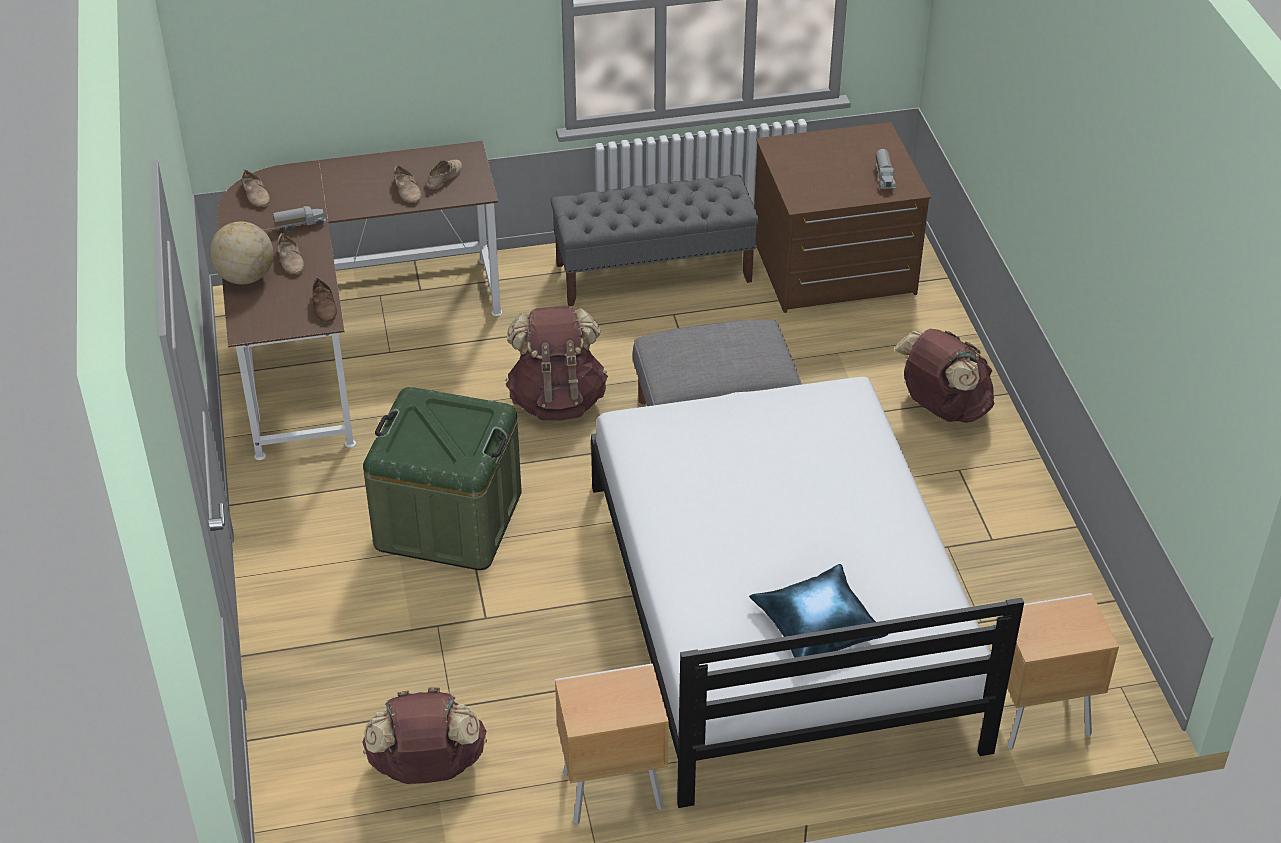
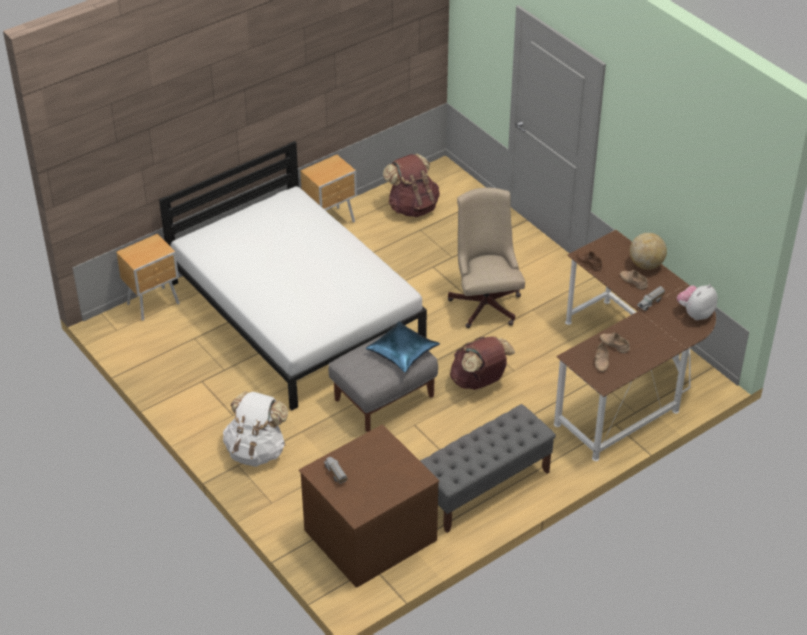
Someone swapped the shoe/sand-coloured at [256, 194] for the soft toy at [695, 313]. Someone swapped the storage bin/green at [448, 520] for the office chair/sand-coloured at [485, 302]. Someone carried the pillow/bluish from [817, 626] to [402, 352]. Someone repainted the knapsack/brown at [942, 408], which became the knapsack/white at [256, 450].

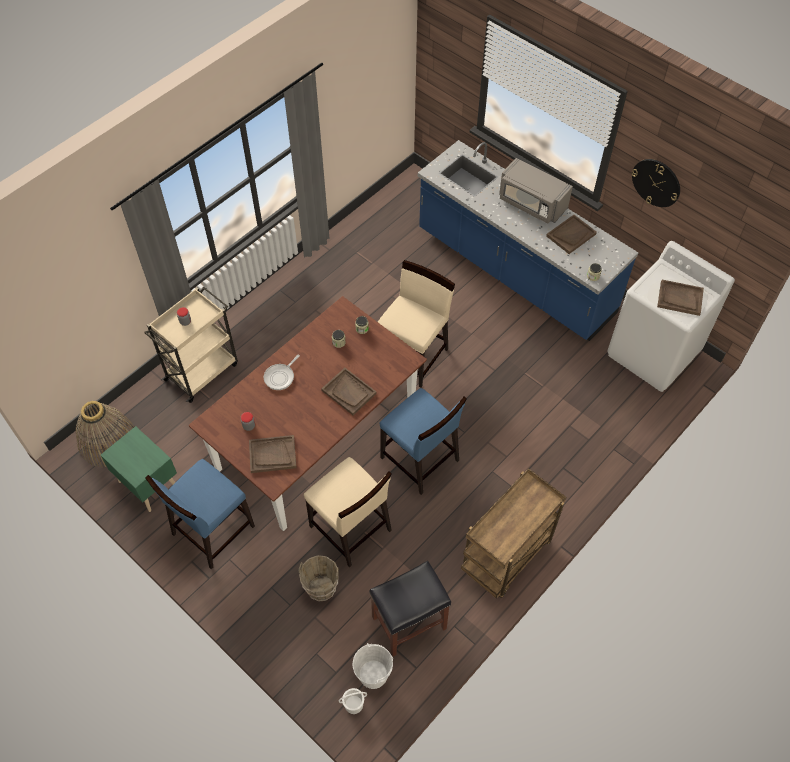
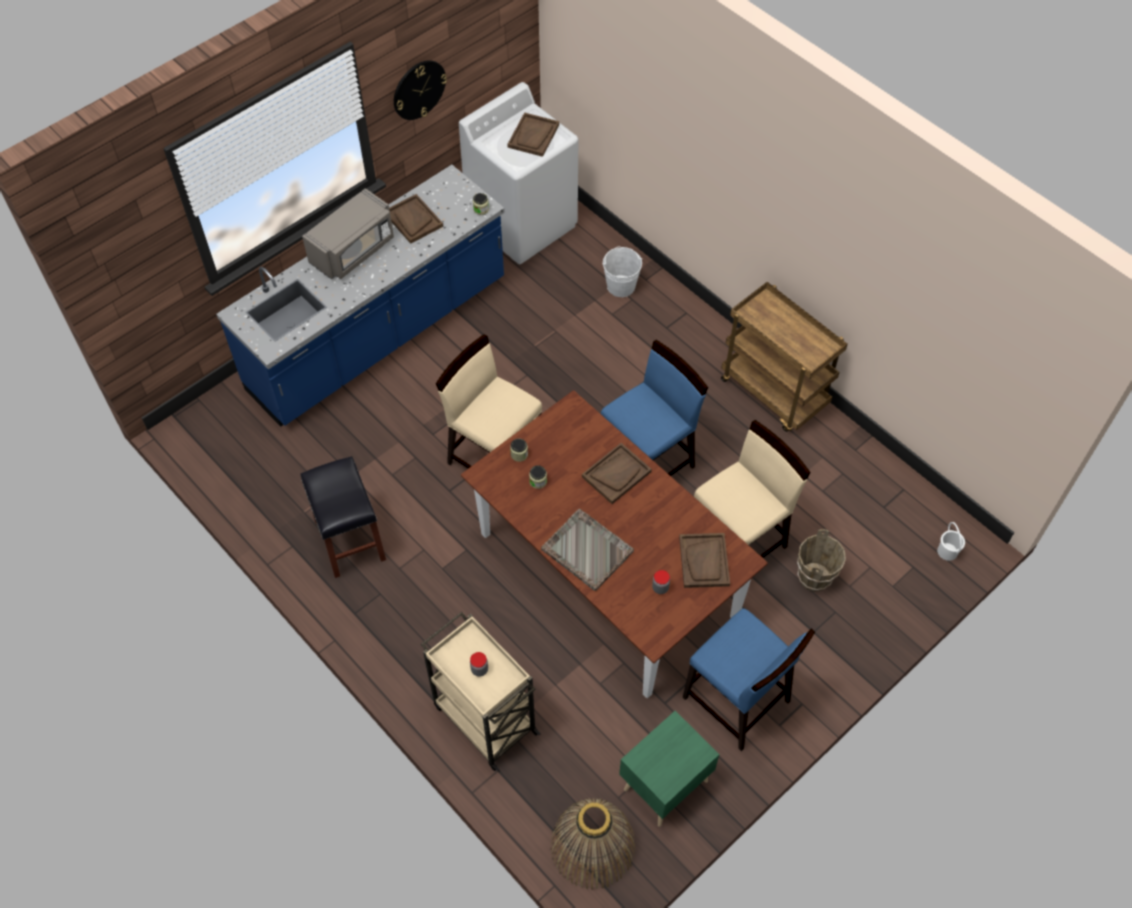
Someone swapped the pan at [280, 377] for the serving tray/greyish at [586, 550]. Someone carried the water bucket/white from [373, 674] to [621, 286]. Someone carried the stool/black from [409, 621] to [349, 540].

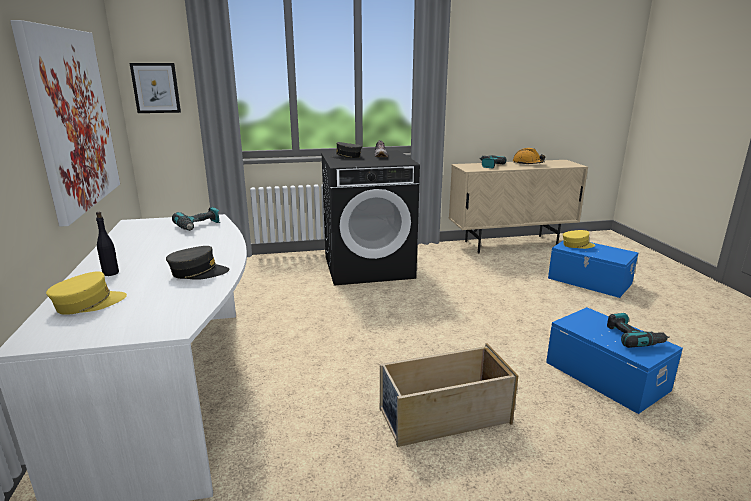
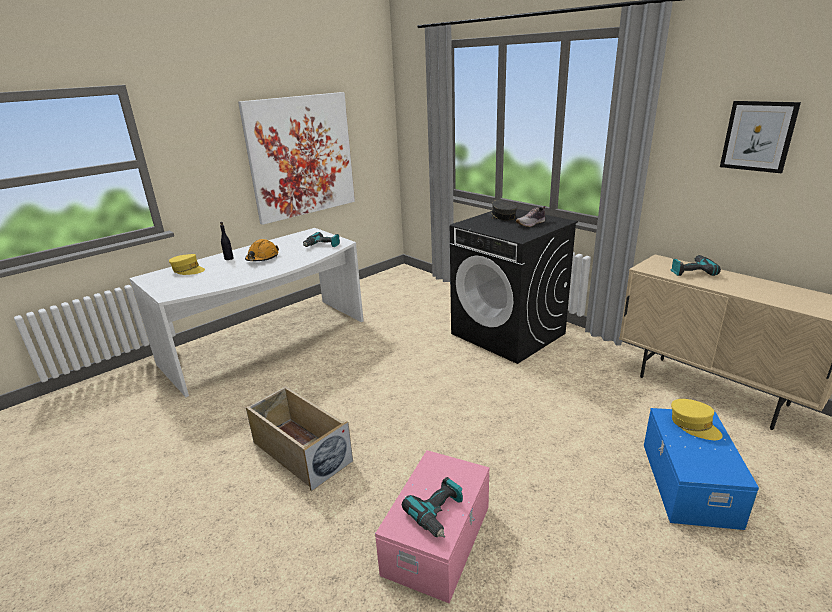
Someone carried the wall picture from [156, 88] to [758, 136]. Someone took away the peaked cap/greyish at [198, 272]. Someone carried the hard hat/orange from [528, 164] to [262, 258]. Someone repainted the storage bin/bluish at [606, 375], which became the storage bin/pink-coloured at [439, 539].

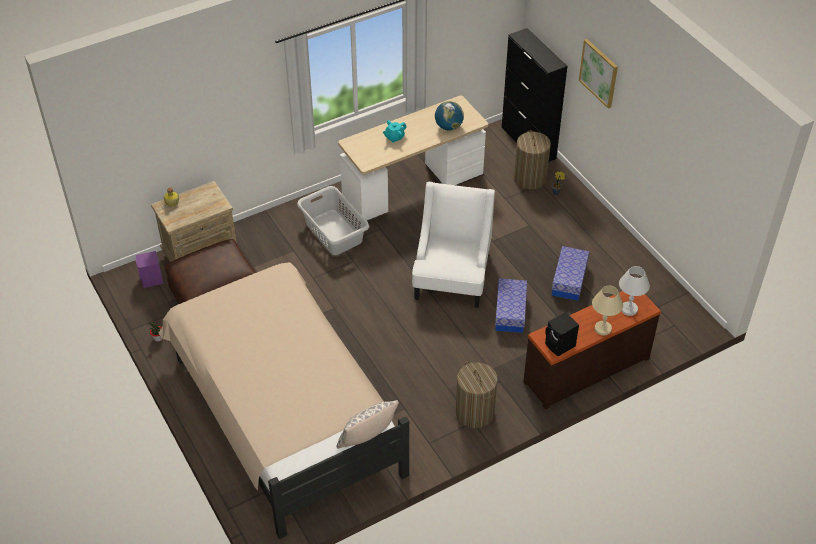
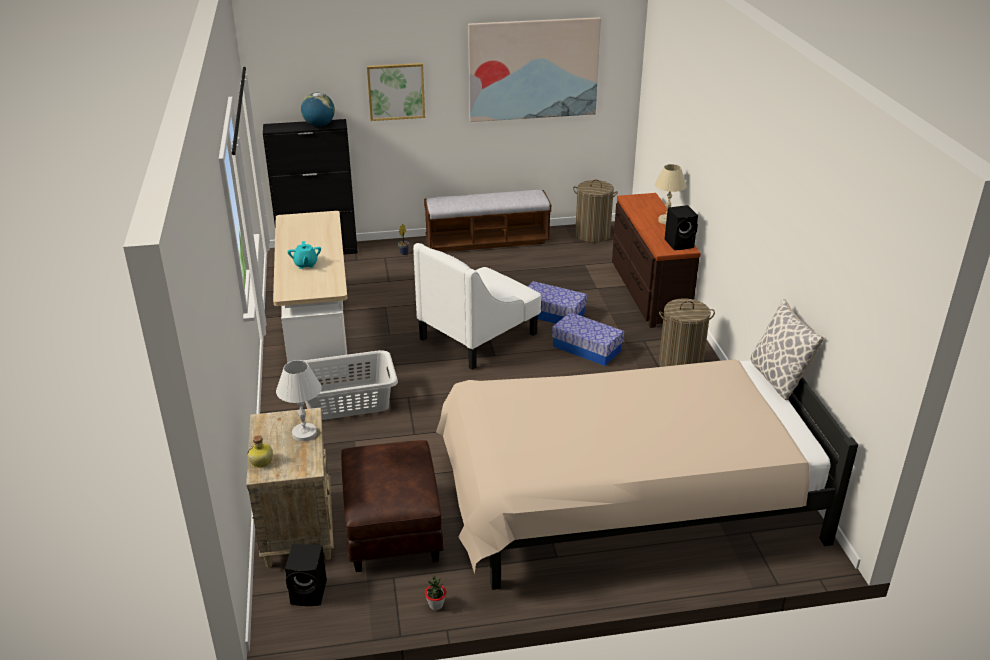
Someone repainted the audio speaker/purple at [151, 280], which became the audio speaker/black at [310, 592]. Someone rotated the armchair/white at [452, 276] by 75 degrees counterclockwise. Someone carried the globe from [448, 127] to [319, 125]. Someone carried the laundry basket from [530, 178] to [592, 234]. Someone carried the storage bin from [569, 280] to [587, 348]. Someone carried the lamp for a table/white from [629, 309] to [305, 433]. Someone put down the long seat at [487, 241]. Someone put up the wall picture at [533, 69].

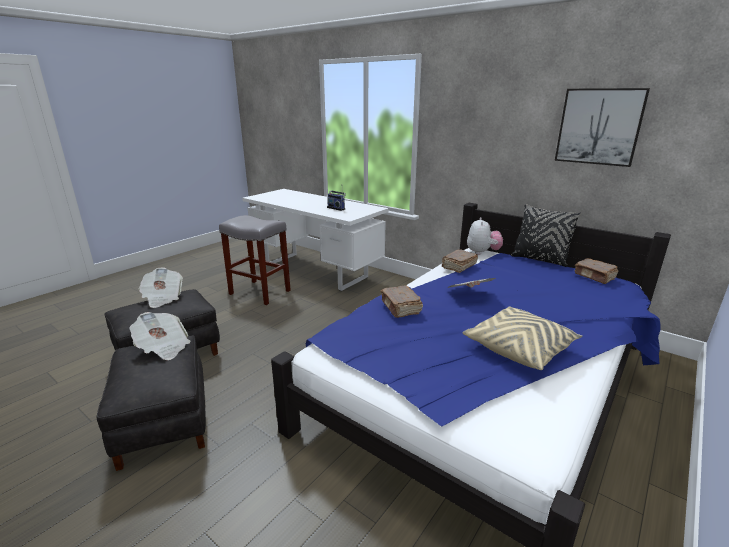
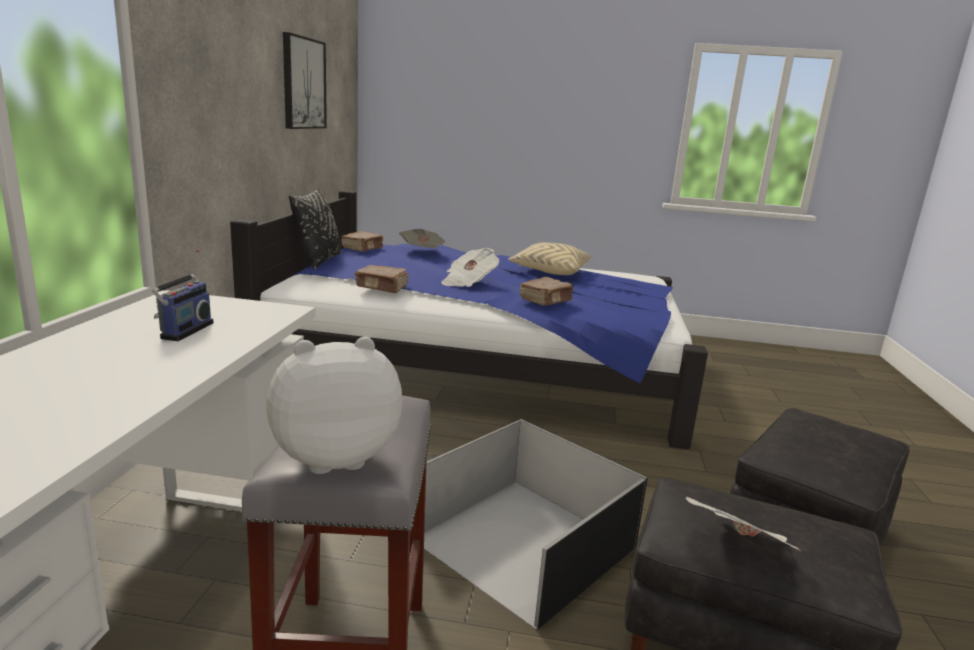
Someone carried the daily paper from [163, 347] to [422, 251]. Someone carried the soft toy from [482, 253] to [334, 457]. Someone put down the storage bin/black at [521, 541].

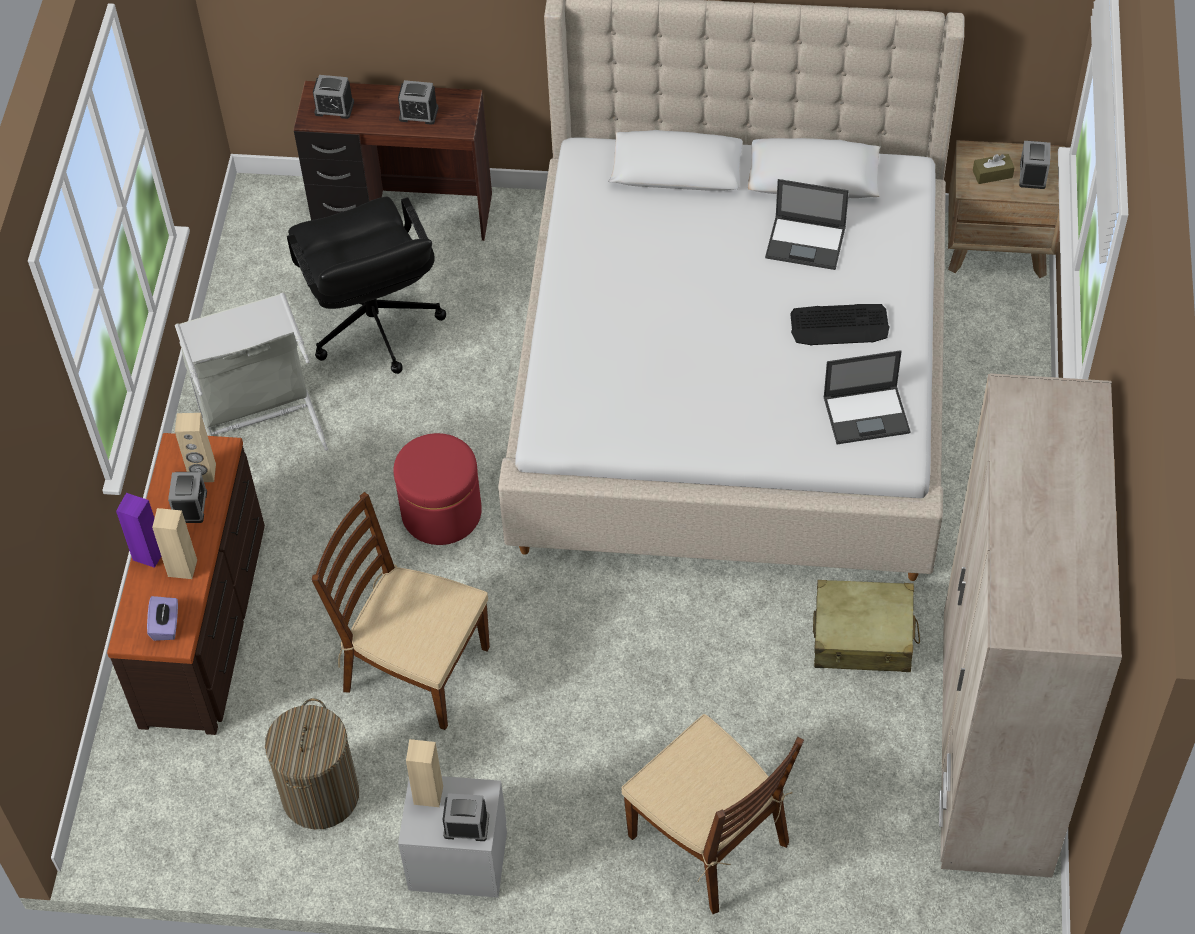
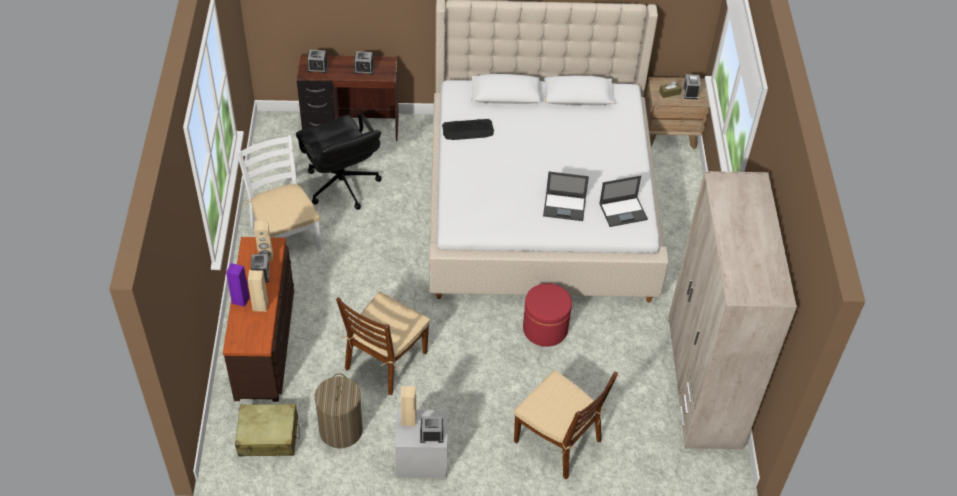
Someone took away the tissue box/purple at [166, 626]. Someone swapped the laundry basket/greyish at [260, 422] for the plain chair/white at [285, 237]. Someone rotated the plain chair/brown at [415, 668] by 75 degrees counterclockwise. Someone carried the ottoman/red-coloured from [441, 512] to [545, 329]. Someone carried the laptop from [806, 243] to [565, 207]. Someone carried the computer keyboard from [839, 325] to [468, 130]. Someone carried the suitcase/sand-coloured from [863, 636] to [268, 436].

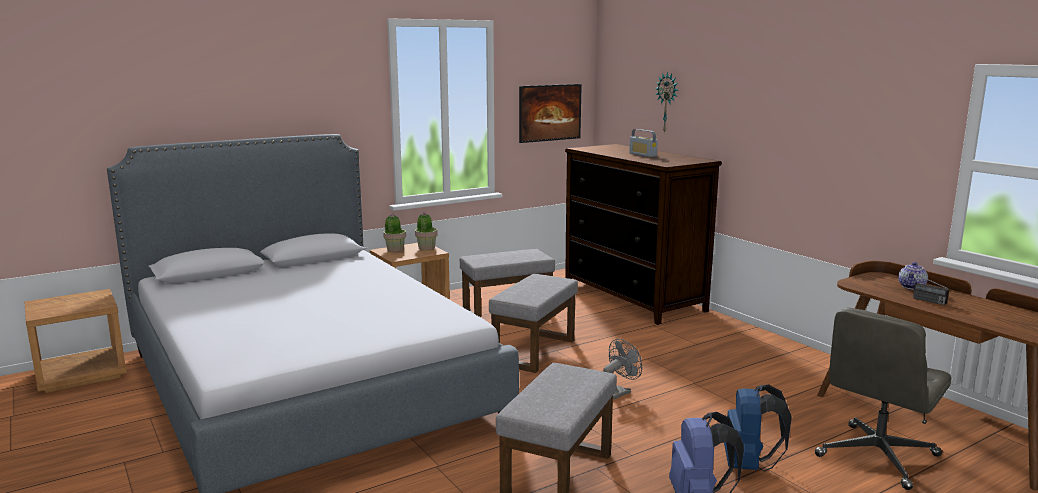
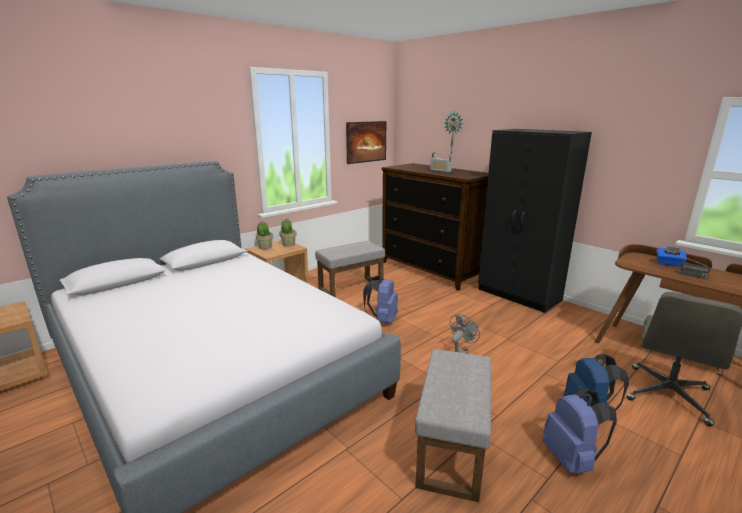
Someone swapped the ottoman/greyish at [534, 351] for the knapsack/bluish at [382, 320]. Someone swapped the teapot at [912, 287] for the tissue box/bluish at [669, 264]. Someone put down the wardrobe/black at [519, 295].

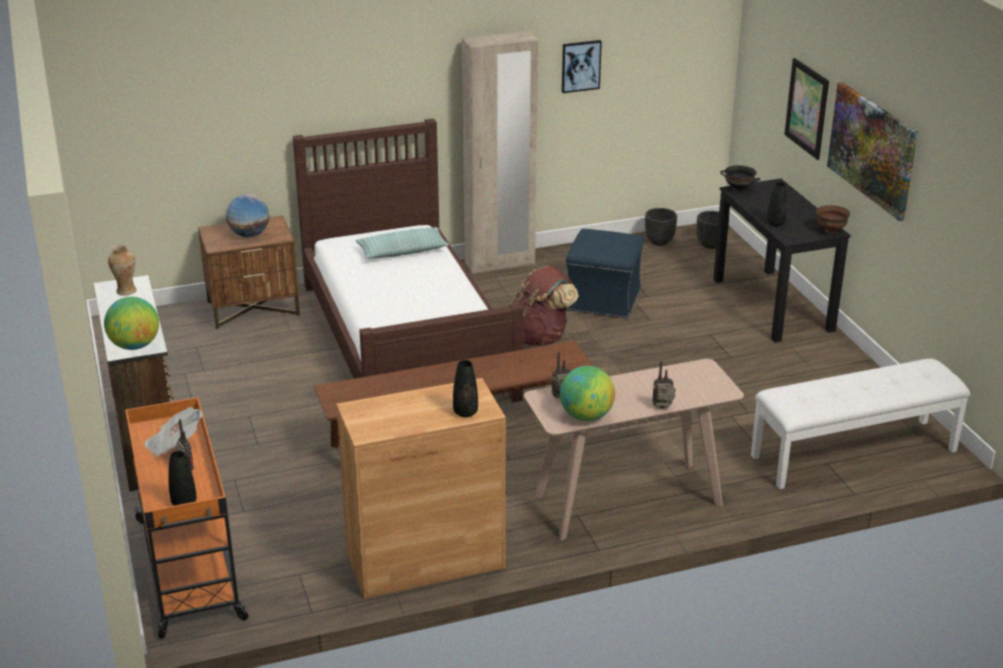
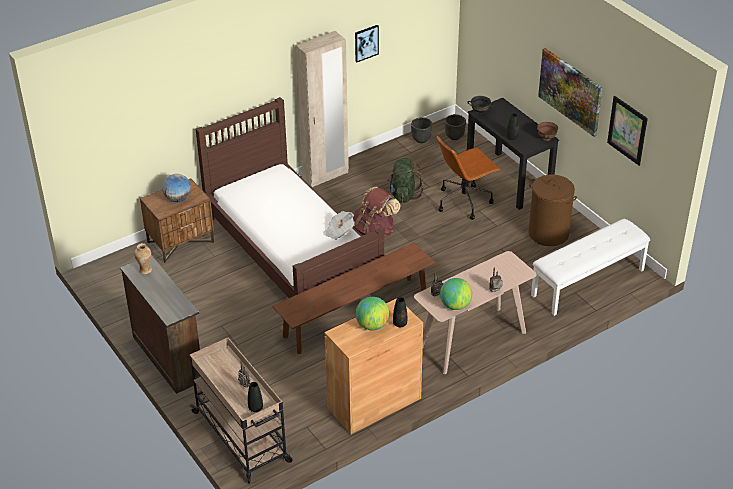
Someone carried the globe from [135, 346] to [372, 325]. Someone repainted the trolley/orange at [190, 570], which became the trolley/sand-coloured at [242, 437]. Someone carried the daily paper from [174, 445] to [339, 232]. Someone took away the pillow at [402, 251]. Someone swapped the ottoman/bluish at [603, 300] for the knapsack/green at [403, 195]. Someone carried the wall picture from [807, 108] to [627, 130]. Someone put down the office chair/brown at [464, 201]. Someone put down the laundry basket/brown at [548, 233].

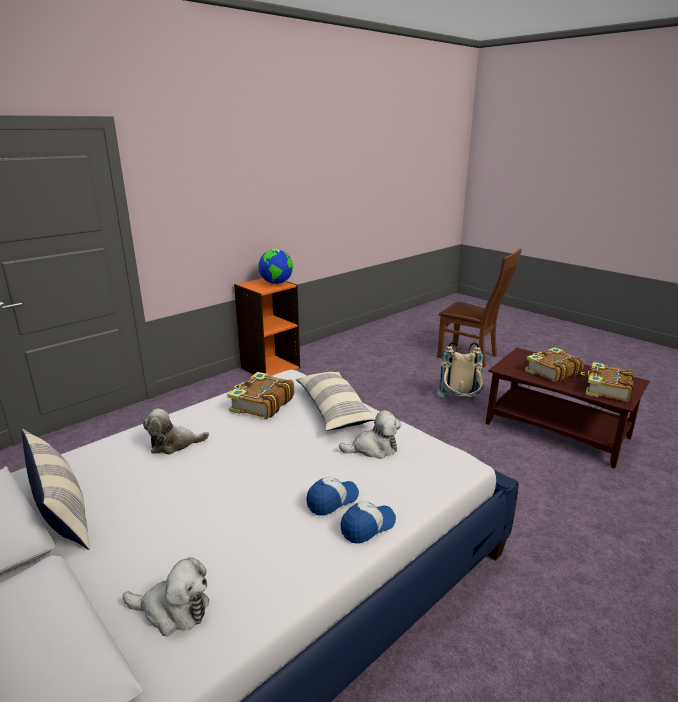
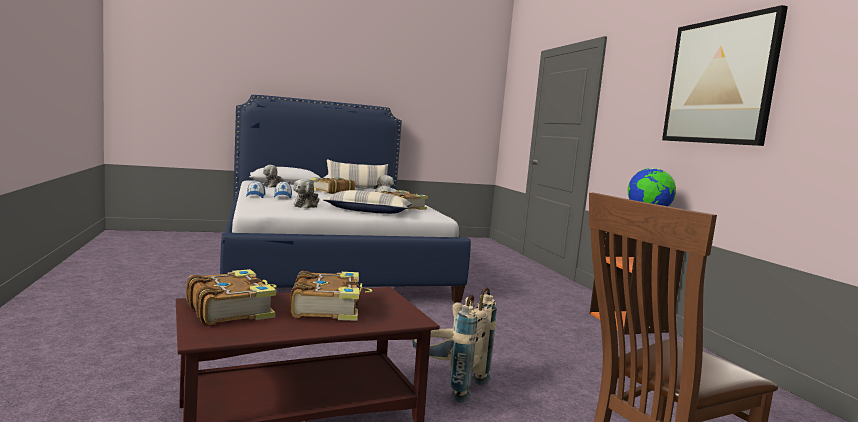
Someone put down the bound book at [332, 191]. Someone put up the wall picture at [719, 81].

